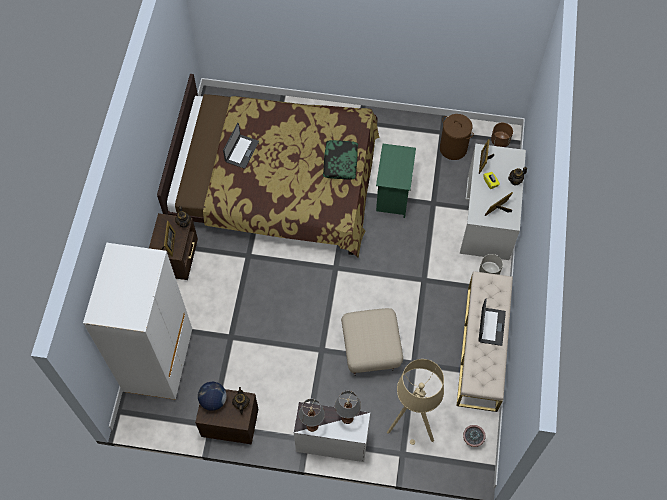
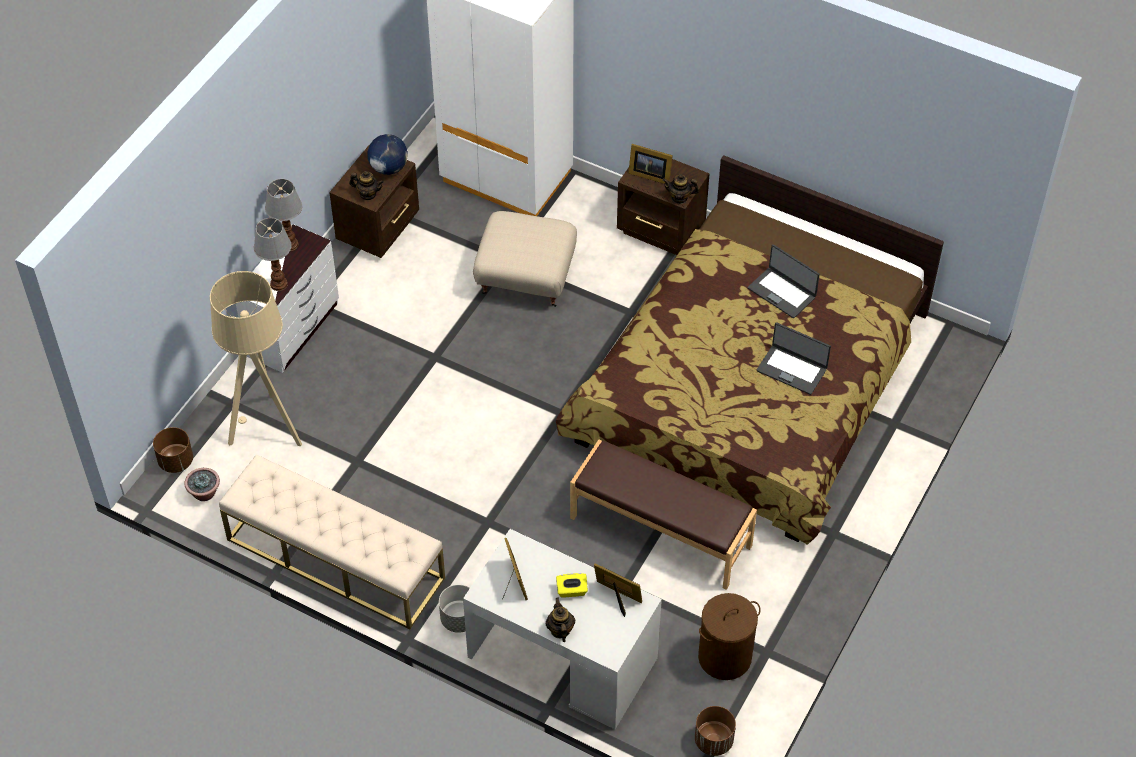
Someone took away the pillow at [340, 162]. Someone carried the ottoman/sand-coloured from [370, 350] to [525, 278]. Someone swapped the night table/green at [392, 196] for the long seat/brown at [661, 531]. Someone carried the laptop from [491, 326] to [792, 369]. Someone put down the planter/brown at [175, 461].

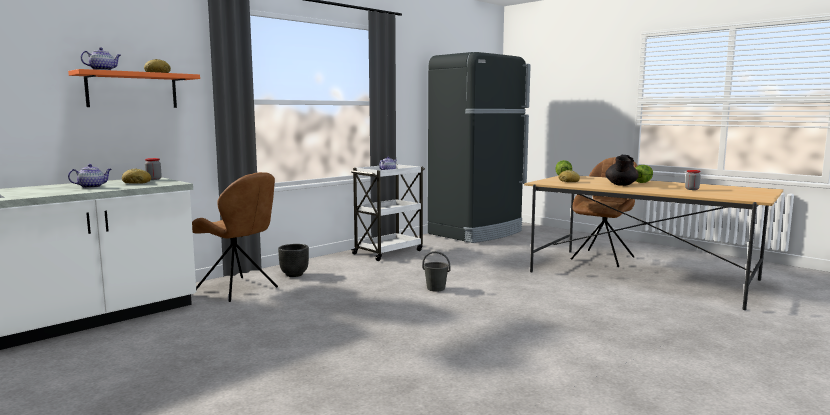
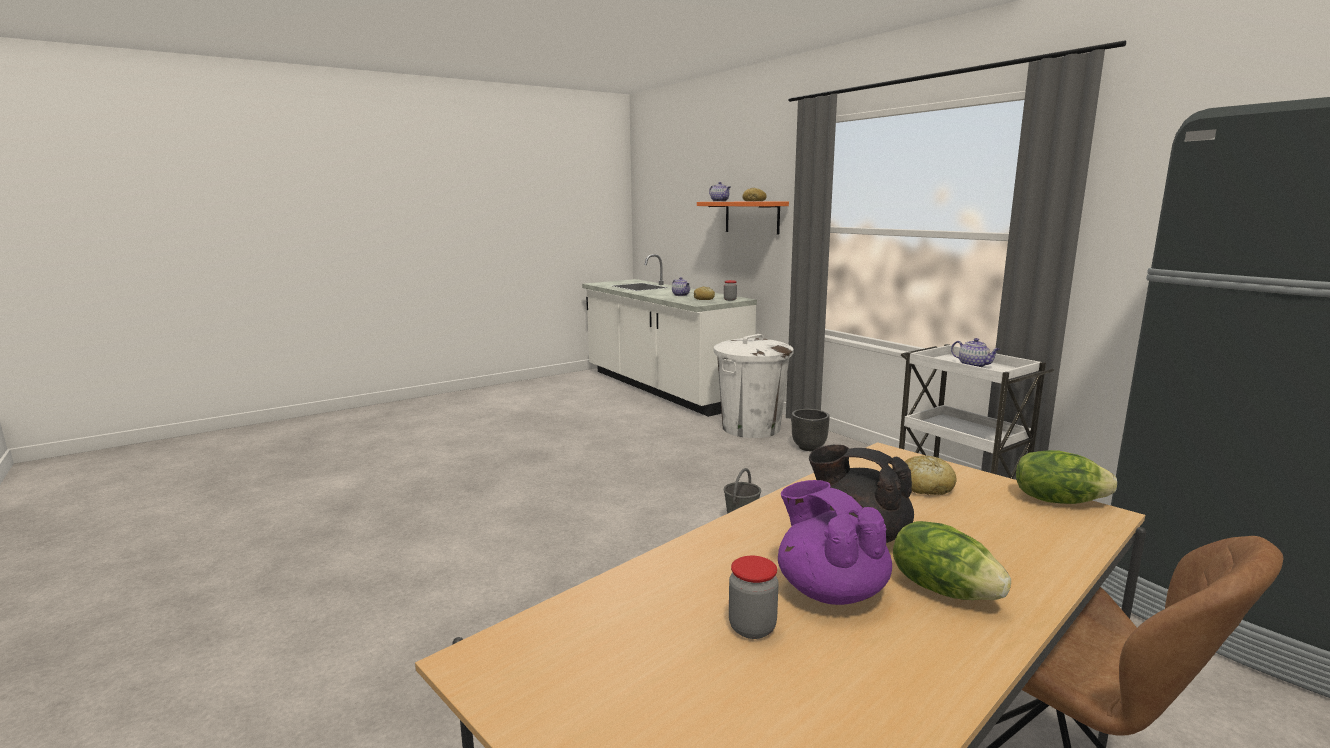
Someone swapped the plain chair/brown at [238, 289] for the trash can/white at [750, 428]. Someone put down the teapot/purple at [830, 590].

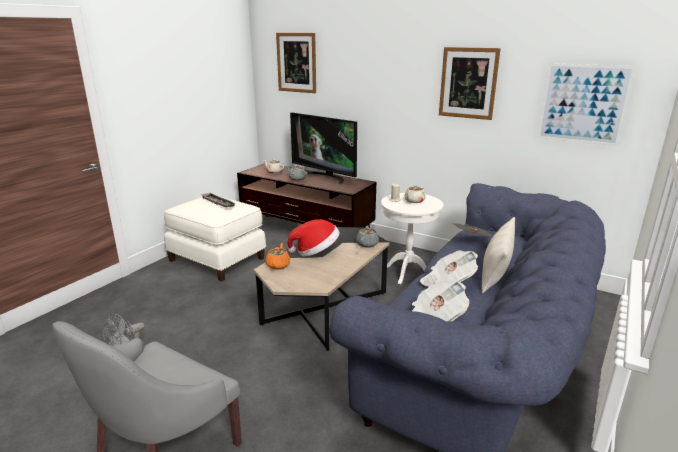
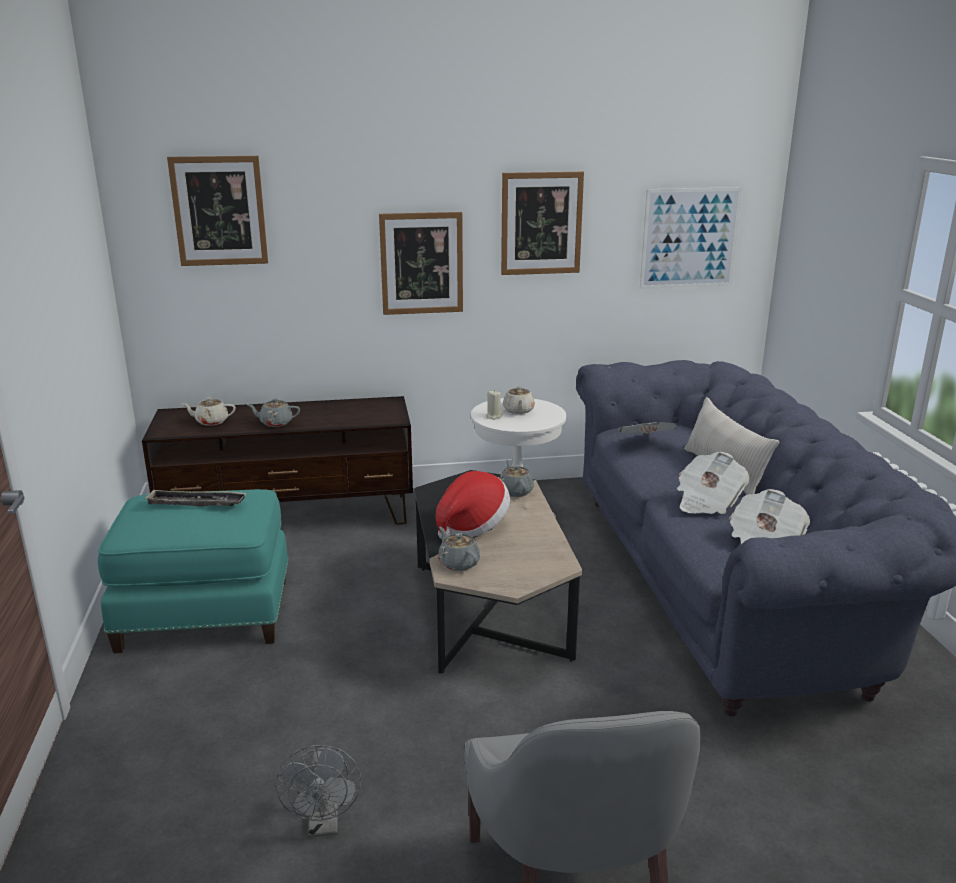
Someone repainted the ottoman/white at [218, 259], which became the ottoman/turquoise-coloured at [206, 612]. Someone repainted the teapot/orange at [278, 265], which became the teapot/greyish at [458, 563]. Someone took away the television at [325, 177]. Someone put up the wall picture at [421, 263].

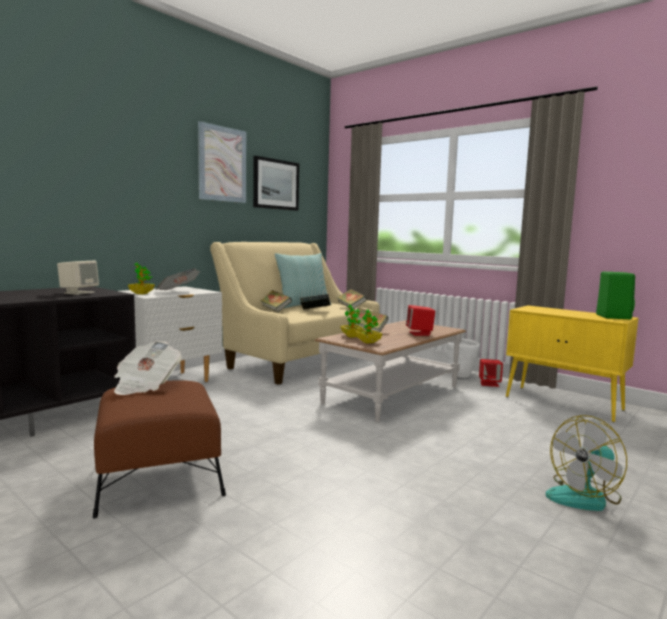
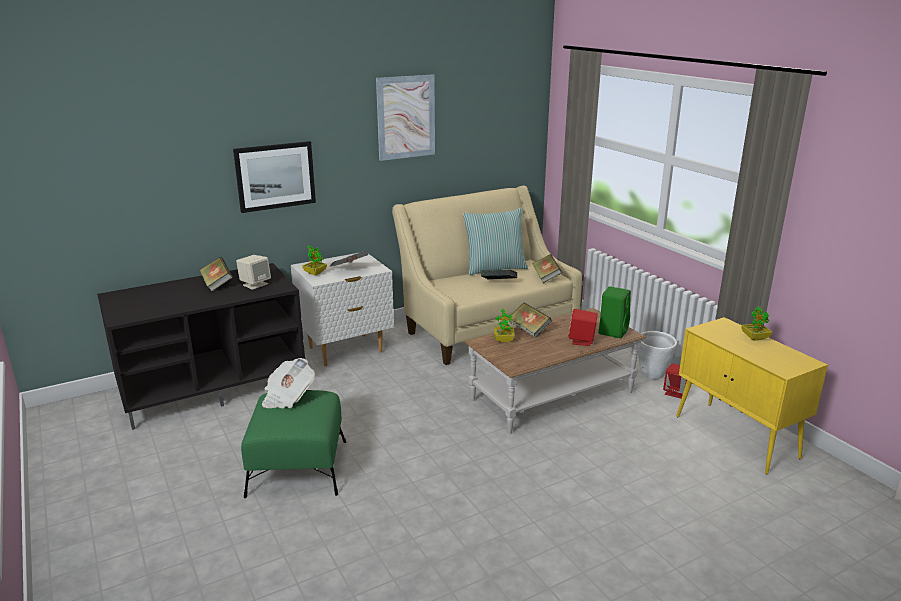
Someone repainted the ottoman/brown at [159, 477], which became the ottoman/green at [298, 467]. Someone carried the wall picture from [276, 184] to [275, 176]. Someone carried the bound book from [274, 310] to [217, 284]. Someone carried the potted plant from [368, 342] to [755, 338]. Someone took away the fan at [584, 497]. Someone carried the audio speaker/green from [612, 317] to [613, 331].

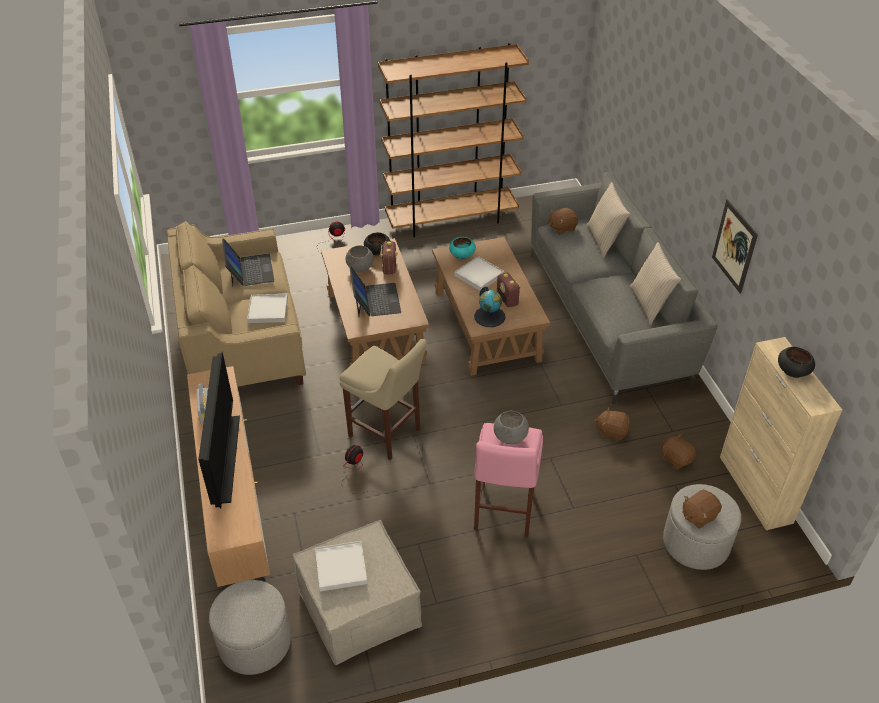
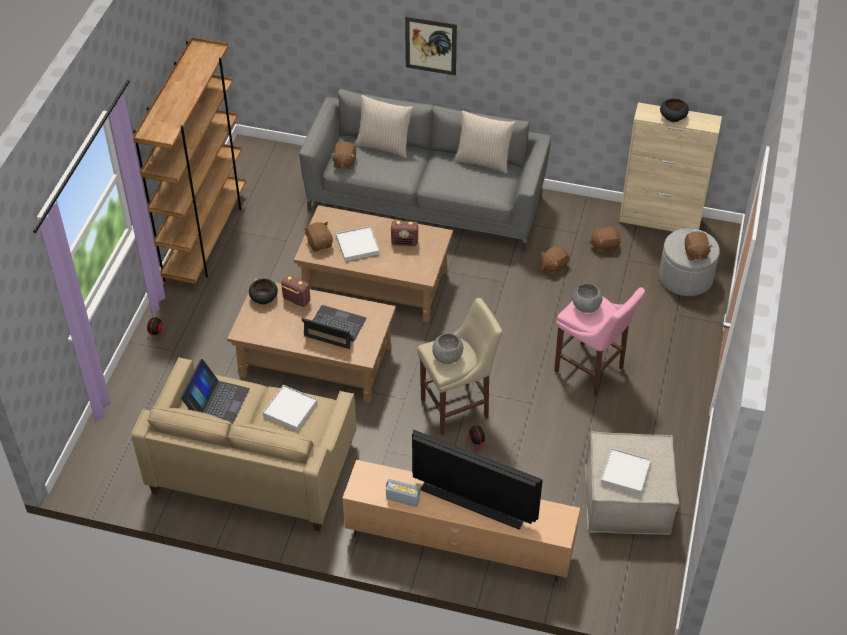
Someone took away the ottoman/greyish at [254, 642]. Someone rotated the laptop at [250, 270] by 90 degrees clockwise. Someone carried the serving bowl/greyish from [360, 268] to [447, 357]. Someone swapped the serving bowl/turquoise-coloured at [462, 255] for the soft toy/brown at [320, 243]. Someone took away the globe at [489, 316]. Someone carried the wall picture from [734, 246] to [430, 45].

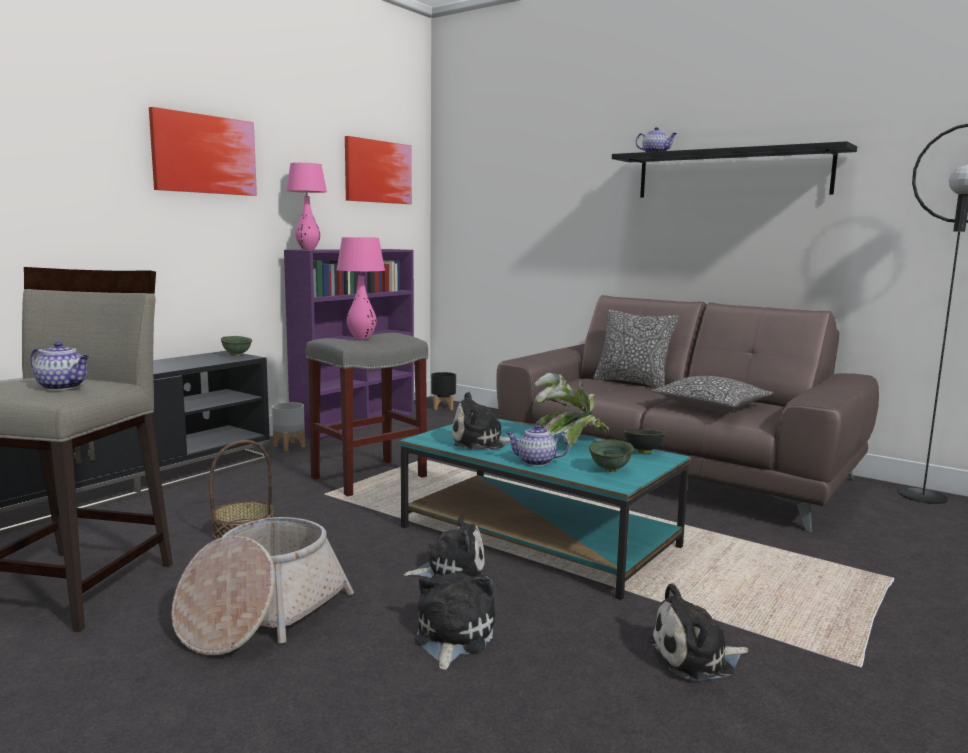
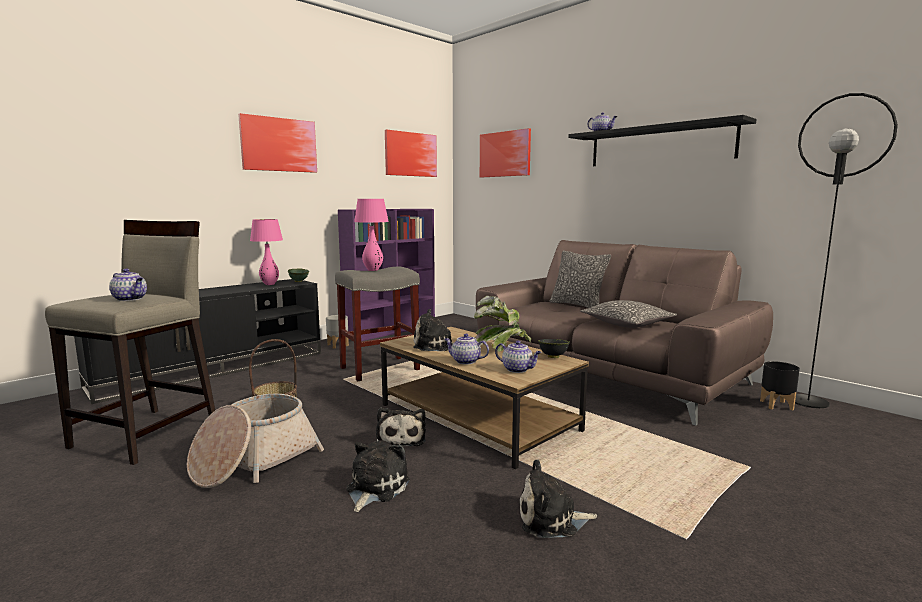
Someone carried the lamp for a table/pink-coloured from [308, 249] to [269, 284]. Someone repainted the coffee table/turquoise-coloured at [540, 537], which became the coffee table/brown at [478, 418]. Someone rotated the soft toy at [451, 571] by 75 degrees clockwise. Someone carried the planter/black from [443, 407] to [777, 405]. Someone swapped the serving bowl/green at [611, 470] for the teapot at [518, 369]. Someone put up the wall picture at [505, 154].

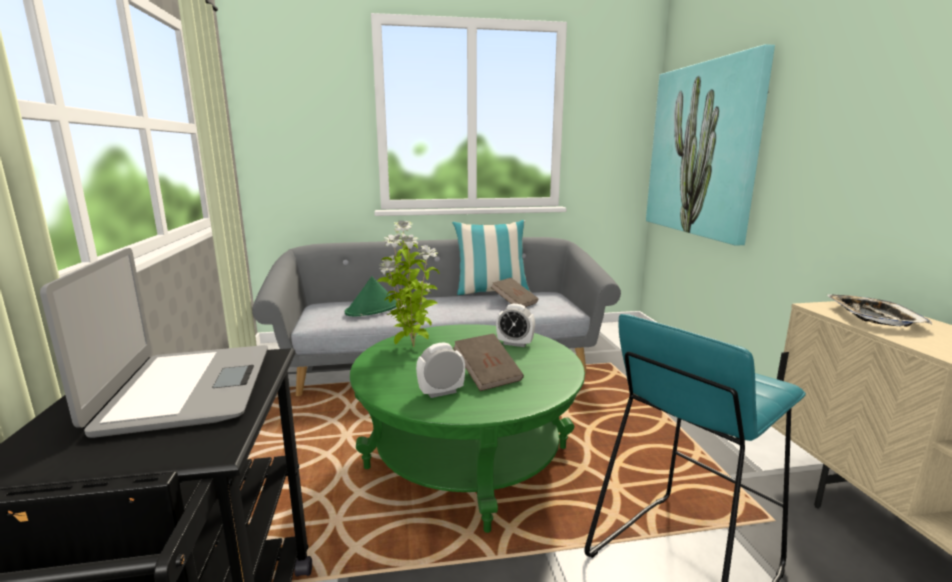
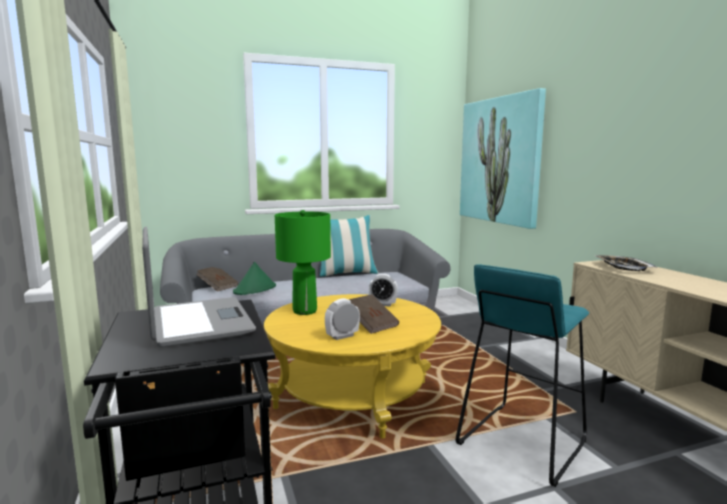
Someone repainted the coffee table/green at [468, 458], which became the coffee table/yellowish at [353, 395]. Someone swapped the potted plant at [411, 347] for the lamp for a table/green at [304, 311]. Someone carried the bound book/brown from [514, 303] to [218, 286].

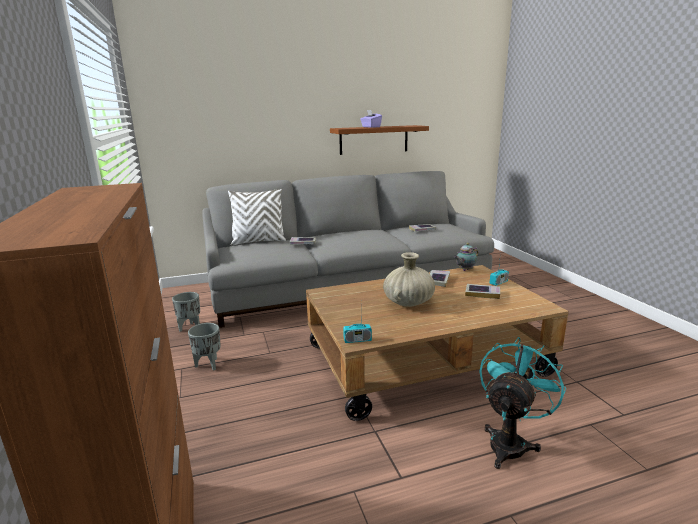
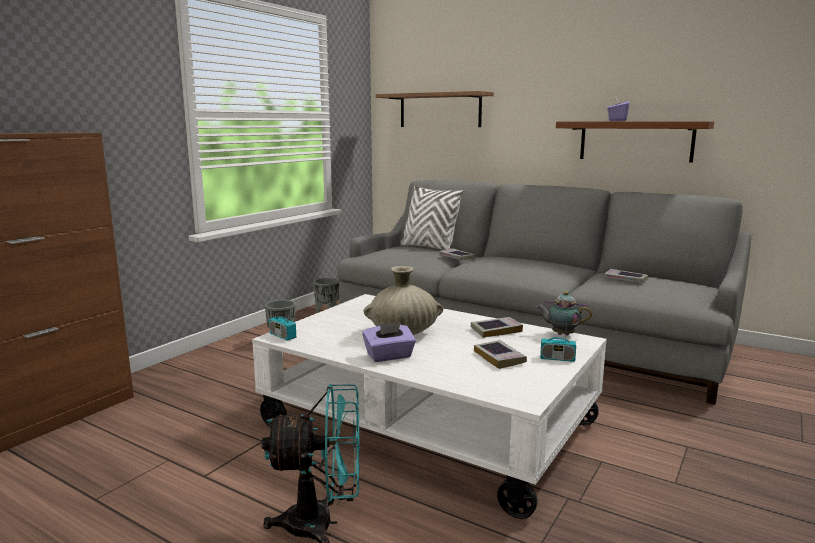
Someone repainted the coffee table/brown at [425, 359], which became the coffee table/white at [429, 424]. Someone put down the tissue box/purple at [389, 356]. Someone put up the shelf at [440, 110].

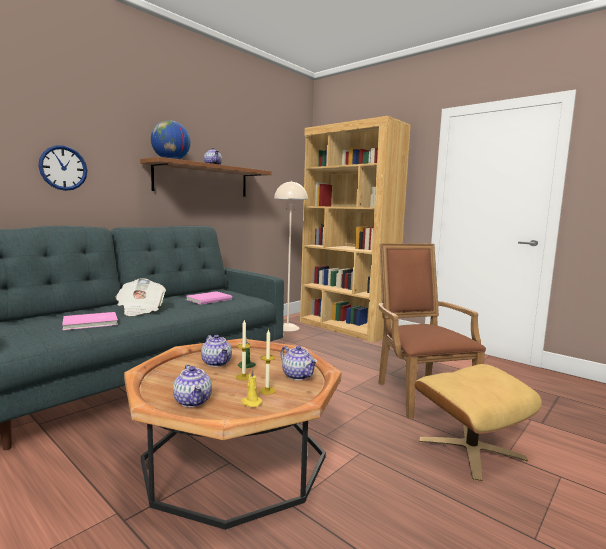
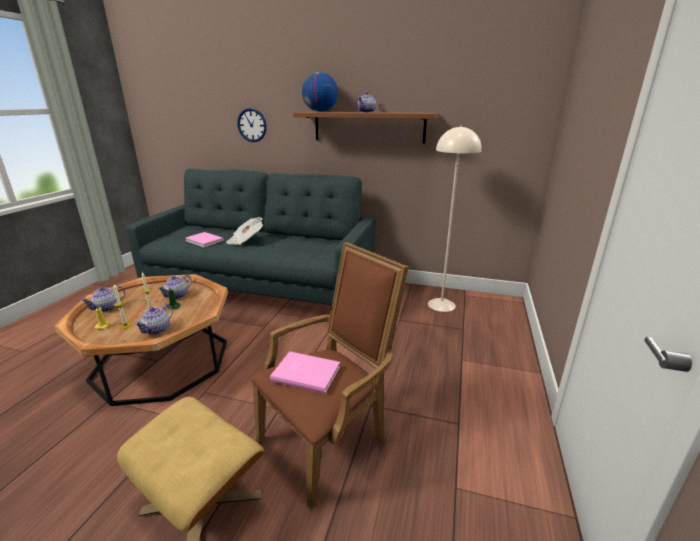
Someone carried the bound book/pink-coloured from [207, 299] to [305, 372]. Someone took away the bookcase/brown at [346, 328].

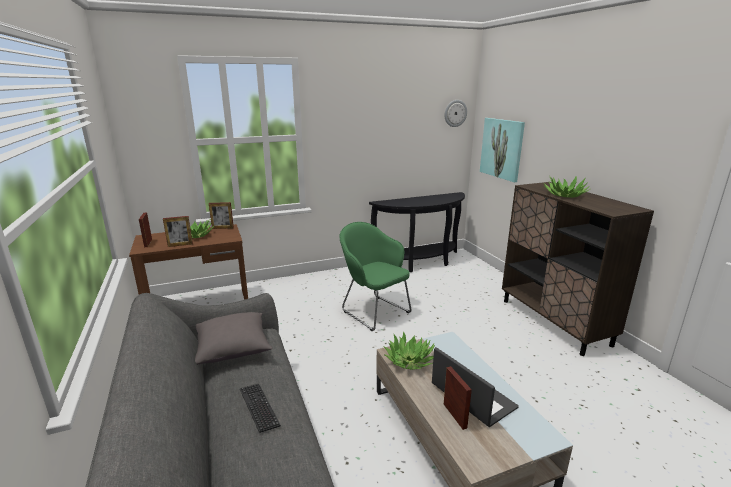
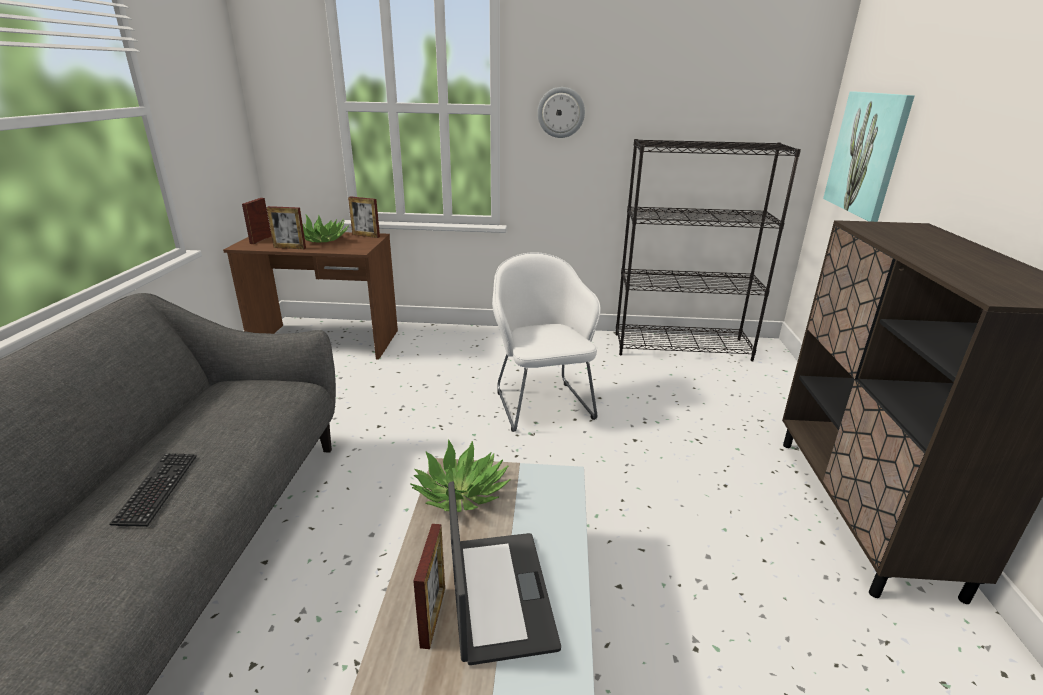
Someone took away the pillow/greyish at [233, 349]. Someone repainted the armchair/green at [373, 311], which became the armchair/white at [541, 402]. Someone swapped the hall table/black at [420, 263] for the bookcase/black at [682, 347]. Someone carried the hanging clock from [455, 113] to [561, 112]. Someone took away the potted plant at [565, 195].

